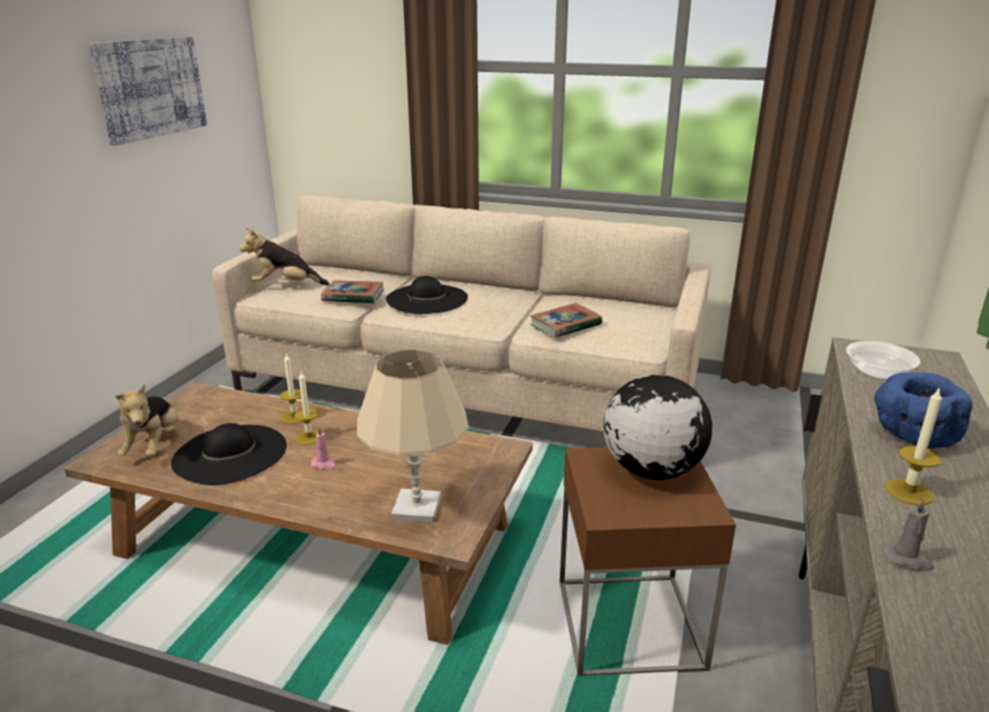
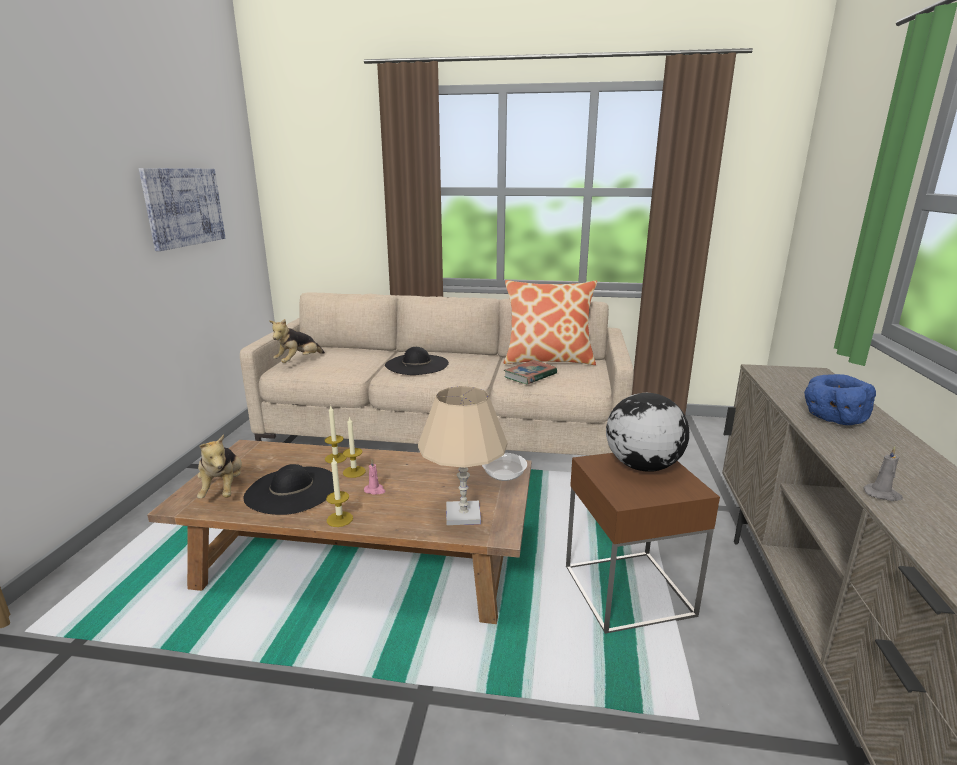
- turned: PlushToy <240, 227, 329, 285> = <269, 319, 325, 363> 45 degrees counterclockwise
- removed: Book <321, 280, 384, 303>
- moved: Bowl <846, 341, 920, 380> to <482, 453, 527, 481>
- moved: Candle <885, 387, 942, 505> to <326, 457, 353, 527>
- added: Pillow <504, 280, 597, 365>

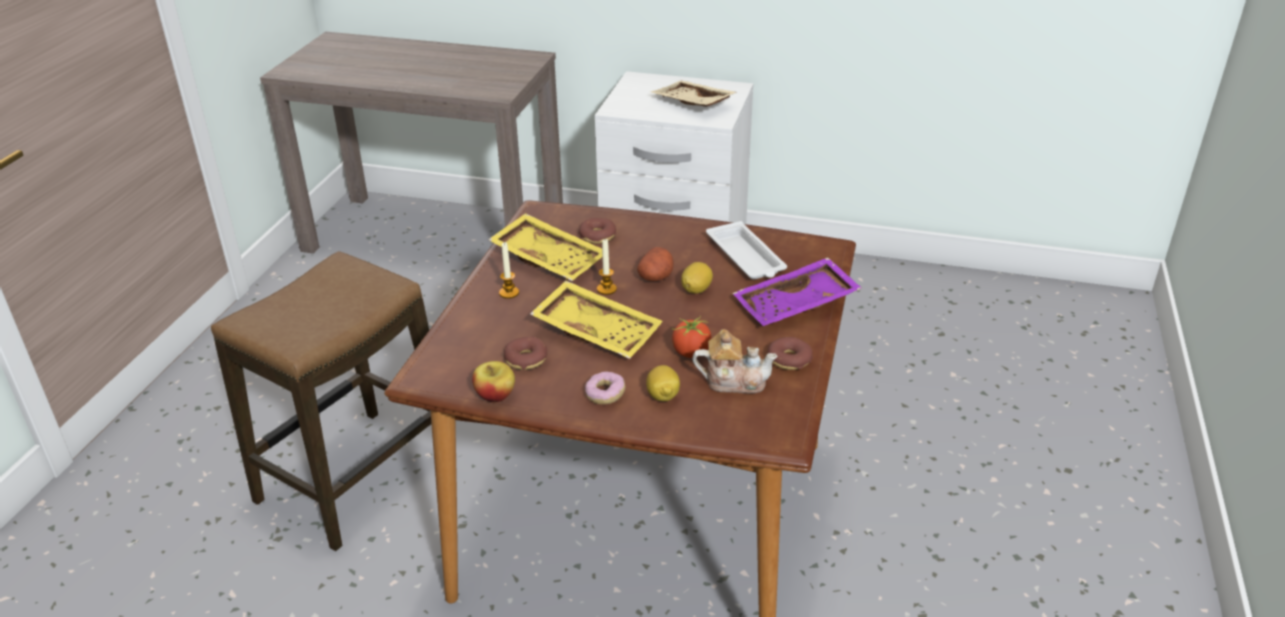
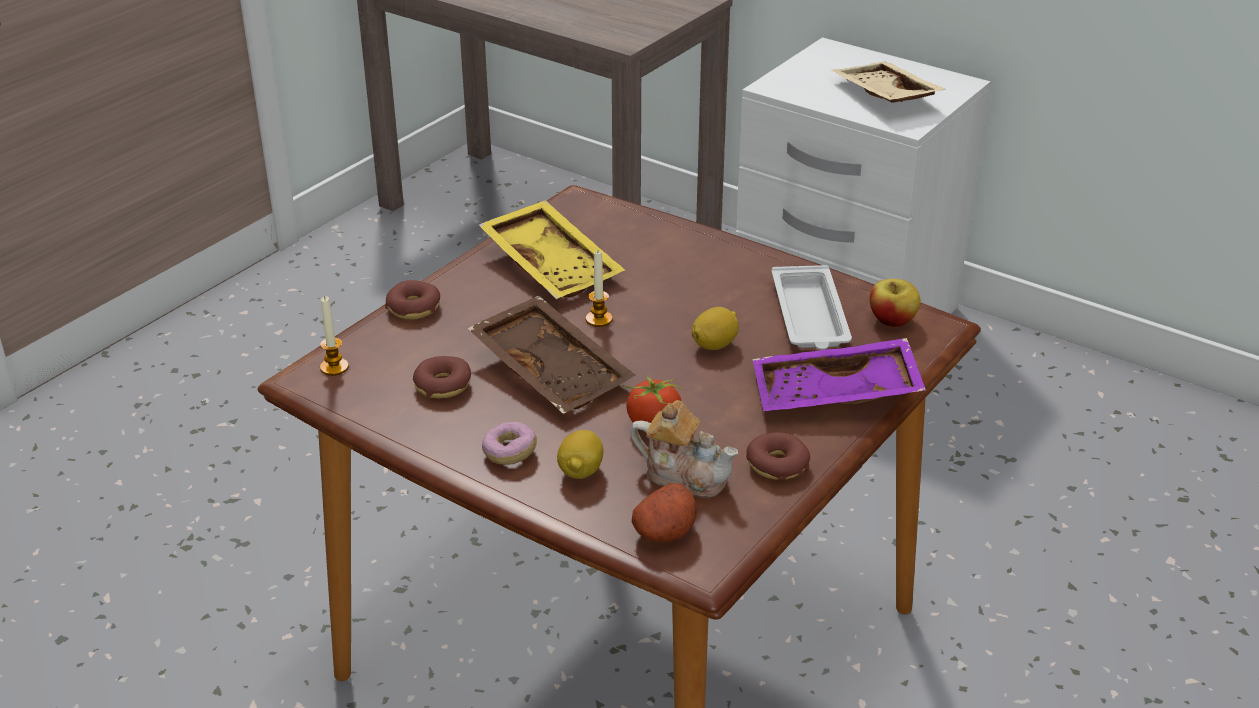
- moved: Donut <578, 218, 616, 244> to <385, 280, 440, 320>
- moved: Candle <499, 242, 519, 299> to <320, 296, 349, 376>
- moved: Potato <637, 247, 674, 281> to <632, 483, 698, 542>
- removed: Stool <211, 251, 431, 551>
- recoloured: YellowTray <530, 280, 663, 359> to BrownTray <467, 296, 636, 414>
- moved: Apple <472, 361, 515, 402> to <870, 279, 921, 327>

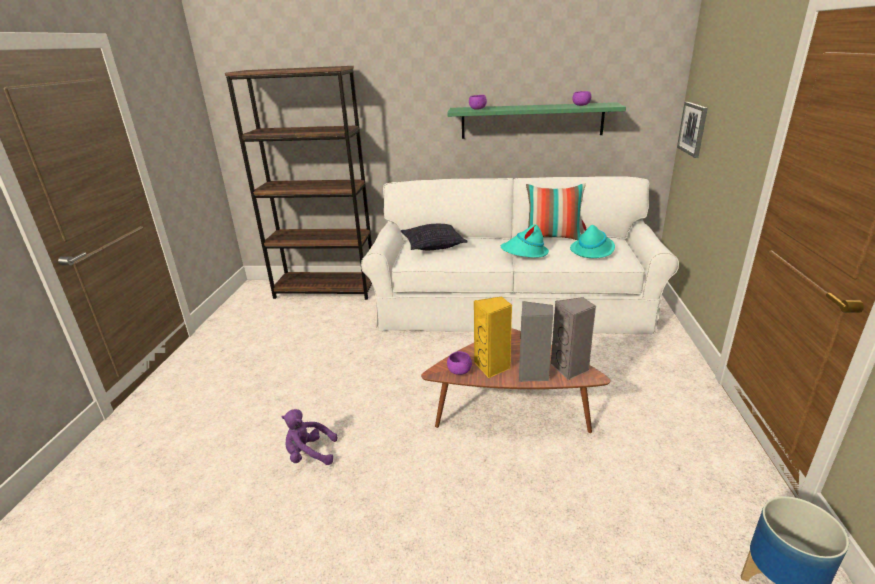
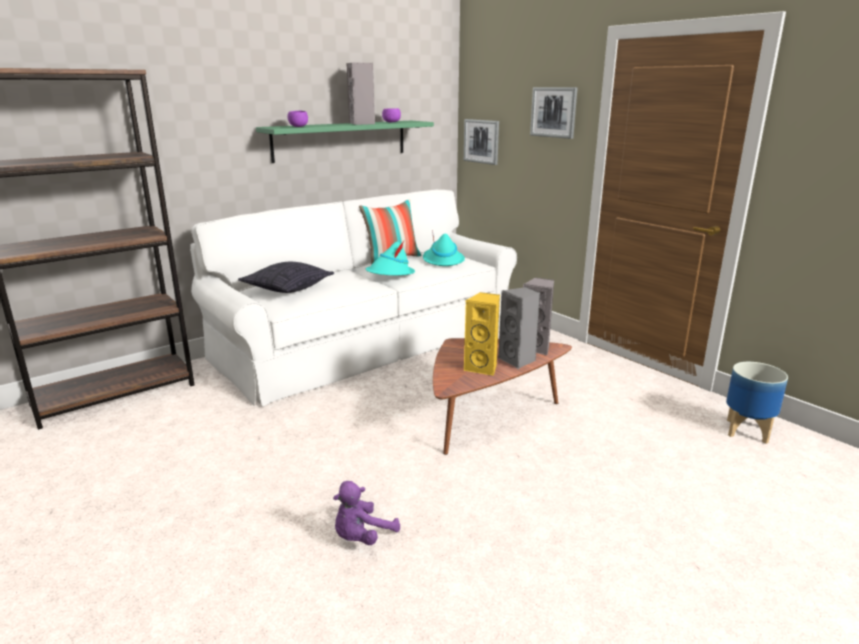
- removed: PurpleBowl <447, 351, 472, 375>
- added: GreySpeaker <347, 62, 375, 125>
- added: Picture <530, 87, 578, 139>

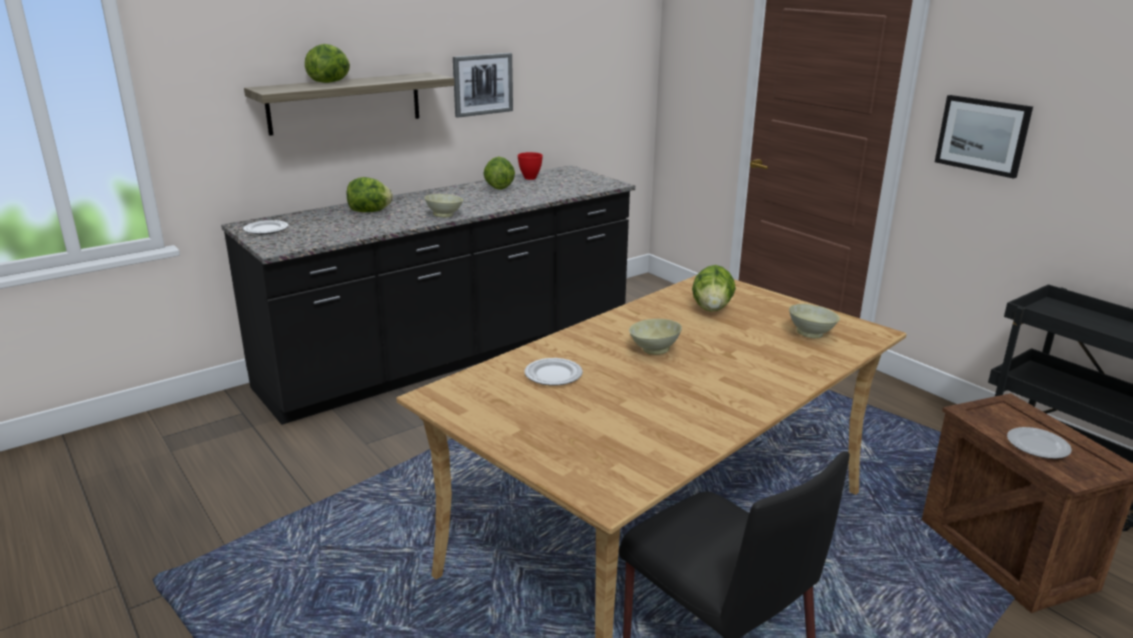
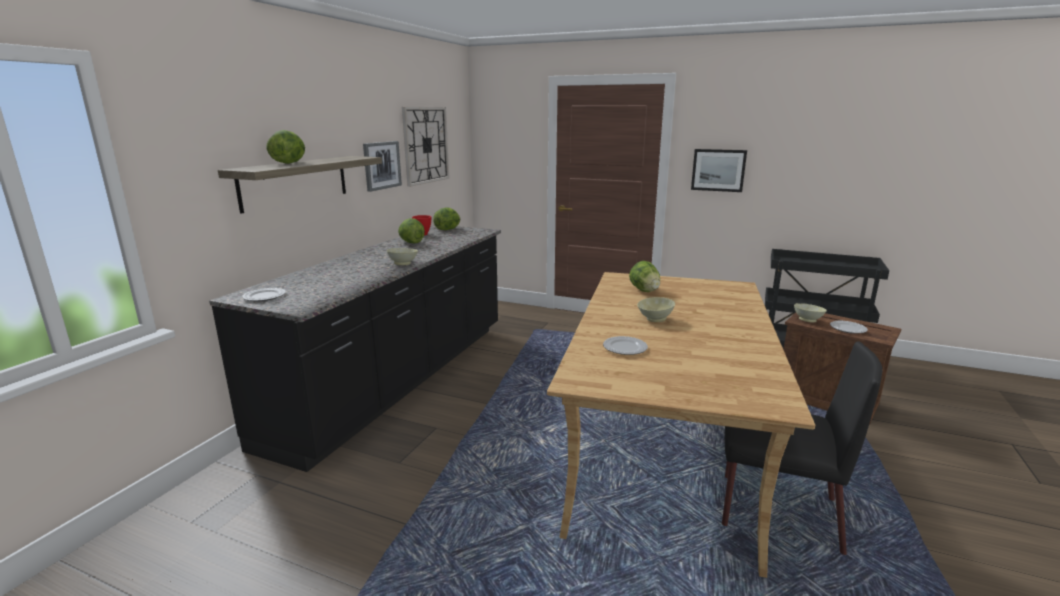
- moved: Lettuce <347, 177, 393, 212> to <433, 207, 460, 230>
- moved: BeigeBowl <789, 304, 840, 338> to <794, 303, 827, 323>
- added: WallClock <402, 107, 449, 187>

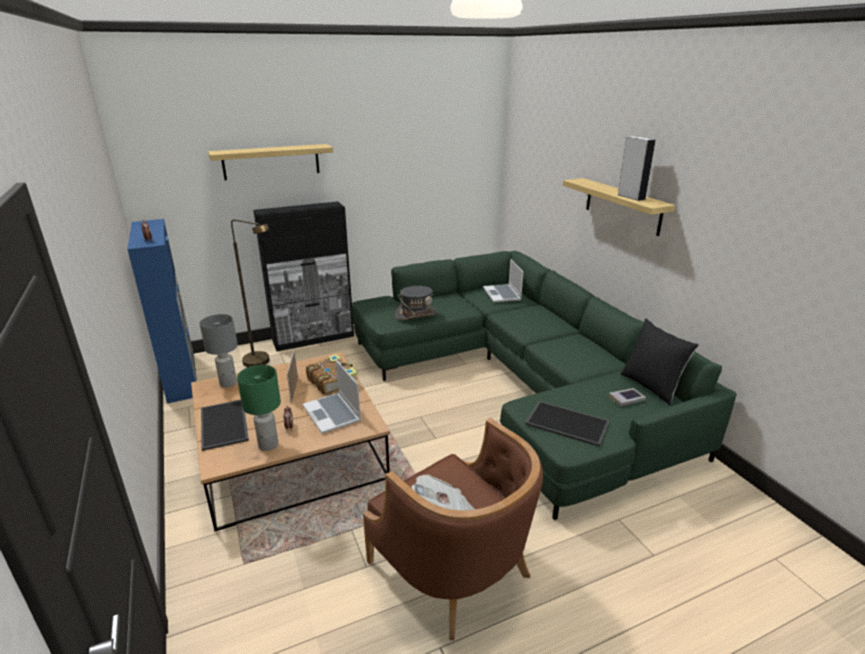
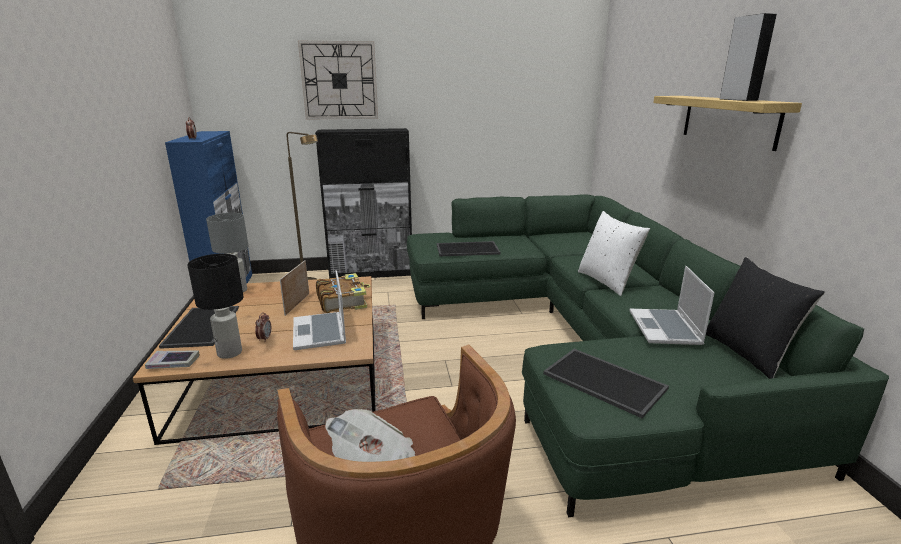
- replaced: Shelf <208, 144, 333, 180> to WallClock <298, 41, 378, 120>
- moved: Laptop <483, 259, 523, 303> to <629, 266, 715, 345>
- replaced: GreyHat <395, 286, 438, 320> to Tray <437, 241, 501, 256>
- recoloured: GreenTableLamp <237, 365, 281, 451> to BlackTableLamp <187, 254, 244, 359>
- moved: Book <609, 388, 646, 406> to <145, 350, 200, 369>
- added: WhitePillow <578, 211, 650, 296>

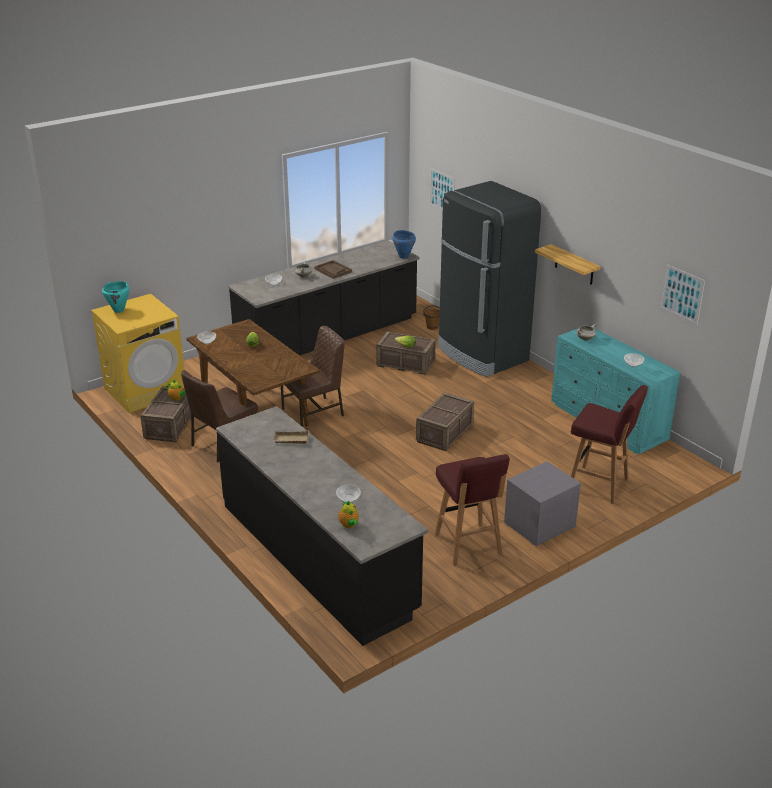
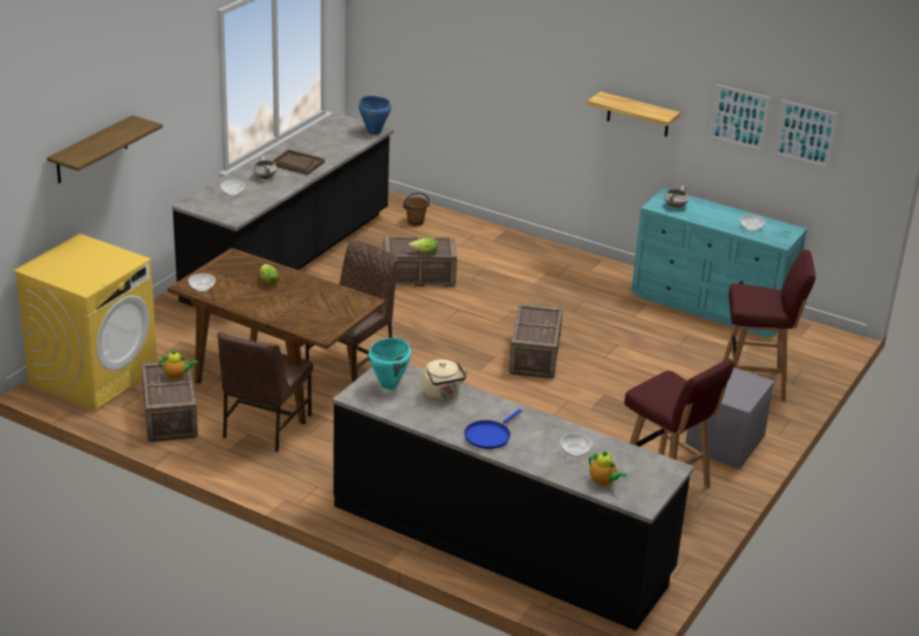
- moved: Picture <430, 168, 455, 210> to <709, 84, 771, 151>
- removed: BlackFridge <438, 181, 541, 377>
- moved: TurquoiseCookingPot <102, 281, 130, 313> to <368, 338, 411, 390>
- replaced: BeigeTray <273, 430, 309, 444> to BeigeKettle <423, 359, 468, 401>
- added: Shelf <47, 115, 163, 183>
- added: BlueFryingPan <464, 409, 522, 449>

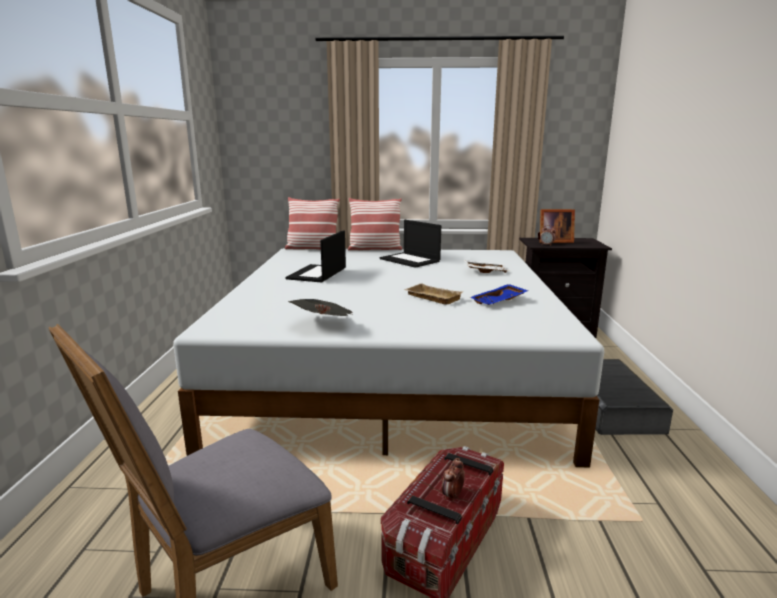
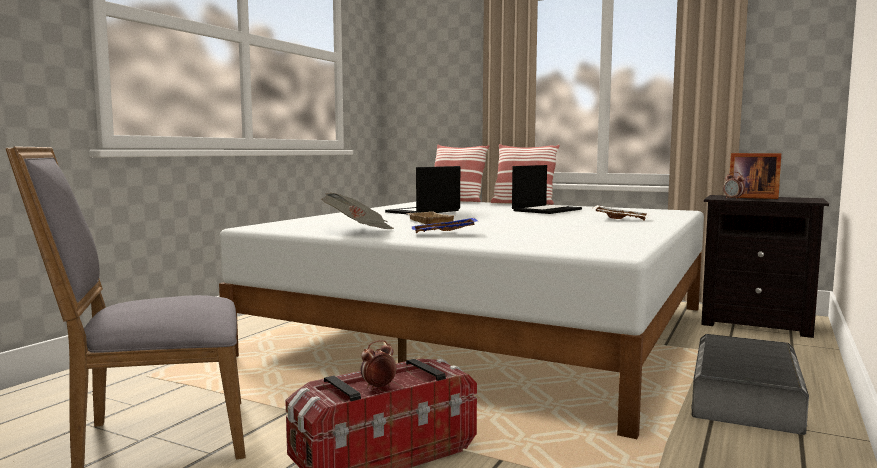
- turned: Laptop <380, 220, 441, 268> = <512, 165, 582, 214> 120 degrees counterclockwise
- moved: BeigeTray <404, 283, 463, 305> to <405, 211, 454, 225>
- moved: BlueTray <470, 284, 528, 305> to <412, 218, 478, 233>

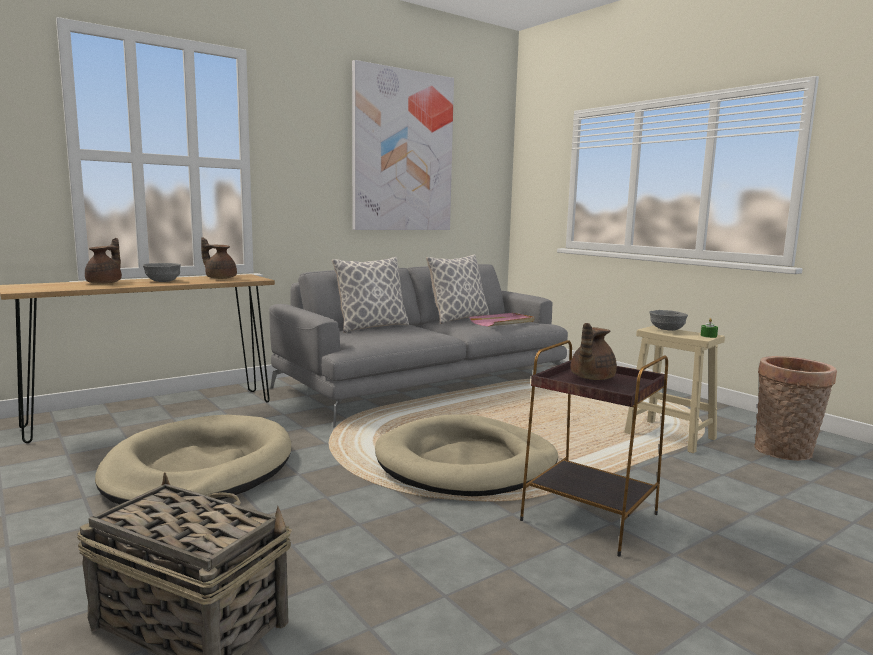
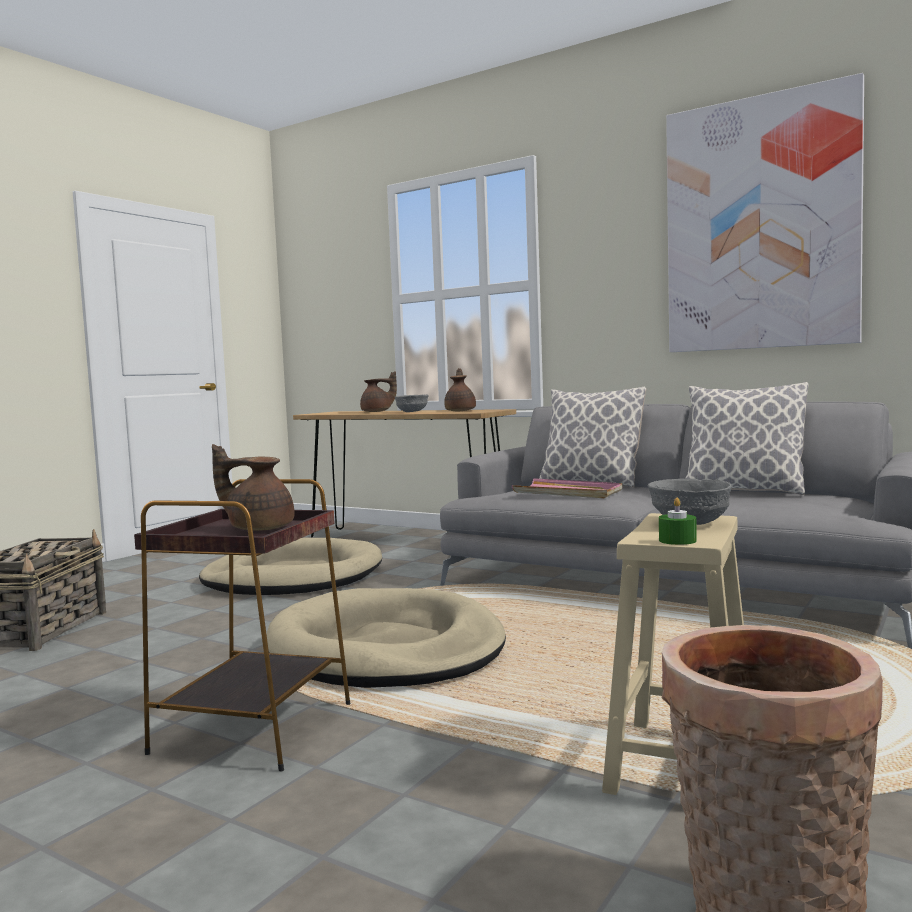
- moved: PinkTray <469, 313, 535, 327> to <512, 478, 622, 498>

